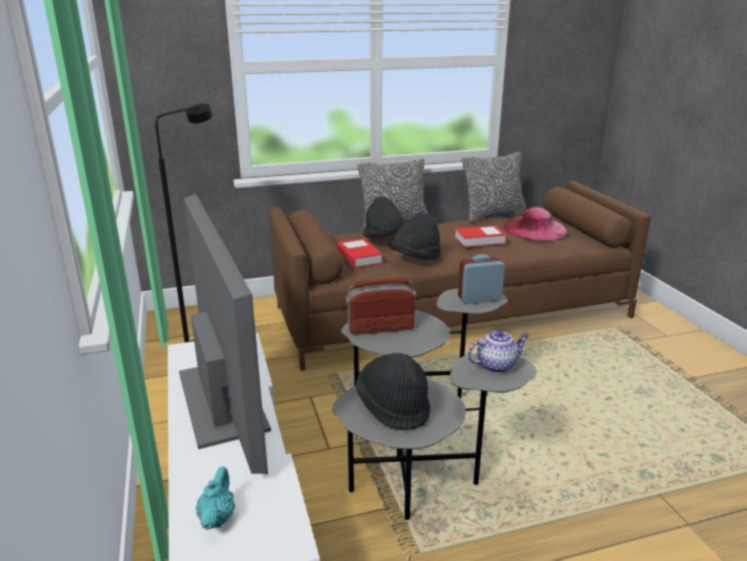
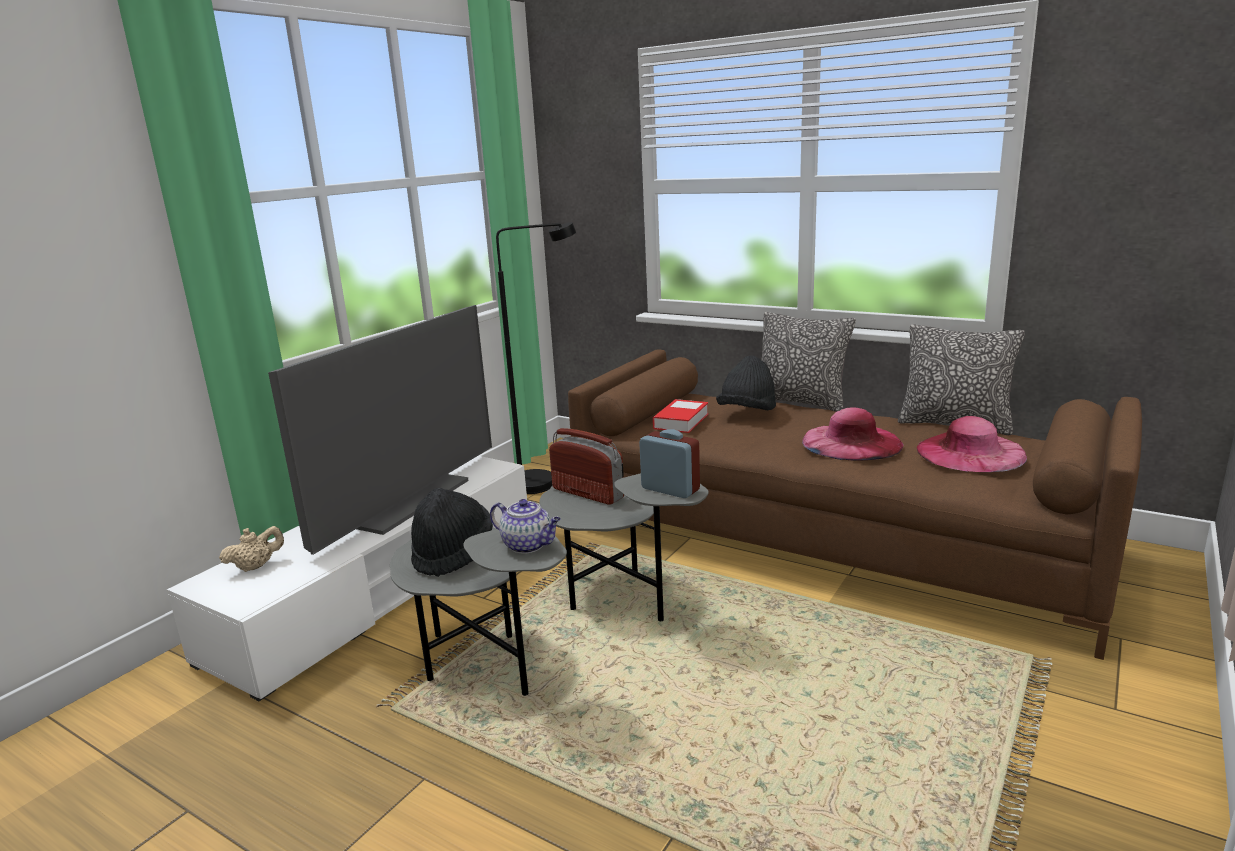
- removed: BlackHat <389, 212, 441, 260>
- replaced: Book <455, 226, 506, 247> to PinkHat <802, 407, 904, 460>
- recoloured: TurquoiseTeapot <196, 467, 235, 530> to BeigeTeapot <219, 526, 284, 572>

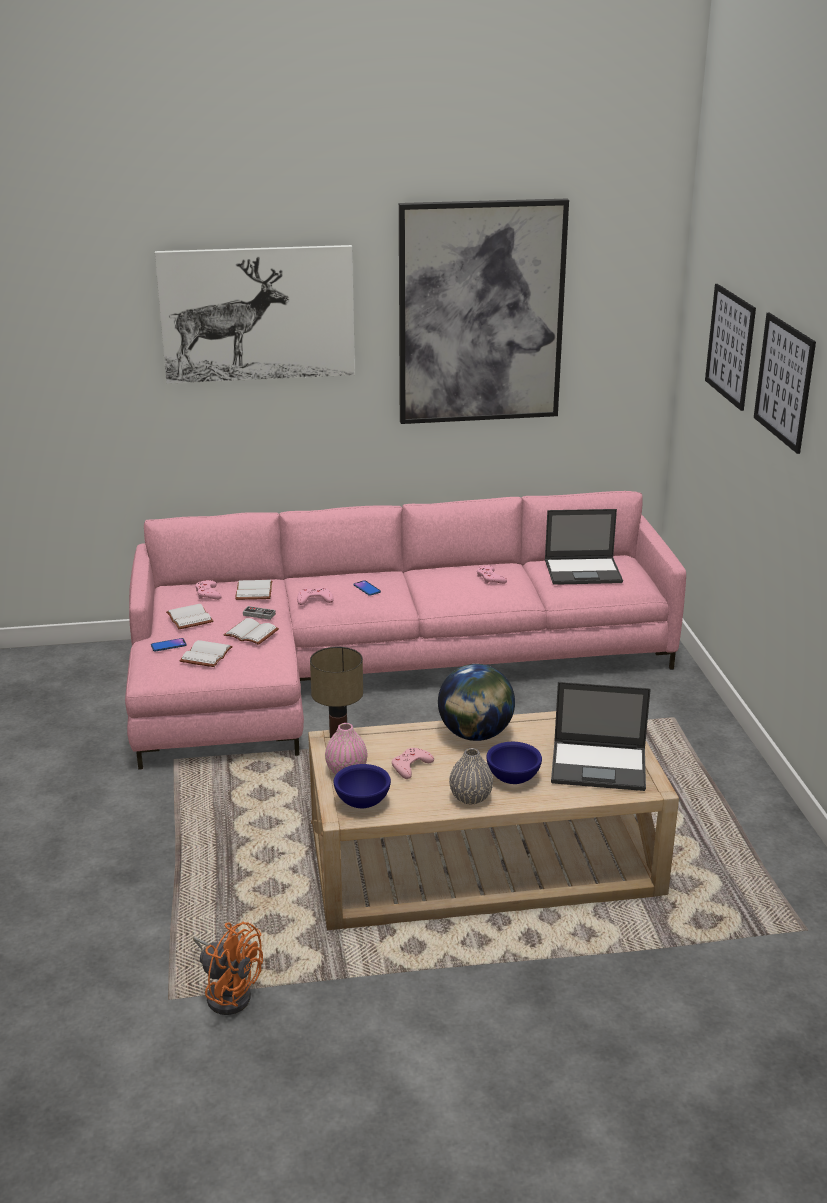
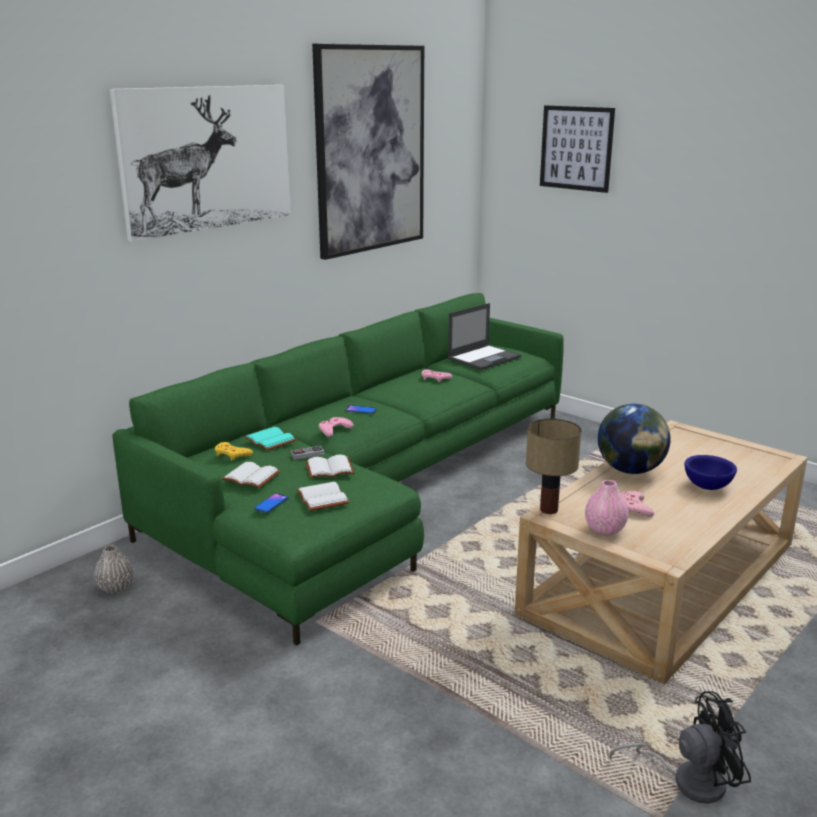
- removed: Picture <754, 313, 816, 454>
- recoloured: PinkSofa <125, 491, 686, 770> to GreenSofa <112, 293, 564, 646>
- recoloured: PinkGameController <195, 580, 222, 600> to YellowGameController <215, 442, 253, 461>
- recoloured: WhiteBook <235, 580, 272, 600> to TurquoiseBook <244, 427, 297, 450>
- removed: Laptop <551, 682, 651, 791>
- moved: GreyVase <449, 748, 493, 805> to <94, 545, 134, 594>
- removed: BlueBowl <333, 764, 391, 808>
- recoloured: OrangeFan <193, 922, 263, 1015> to BlackFan <609, 691, 751, 804>

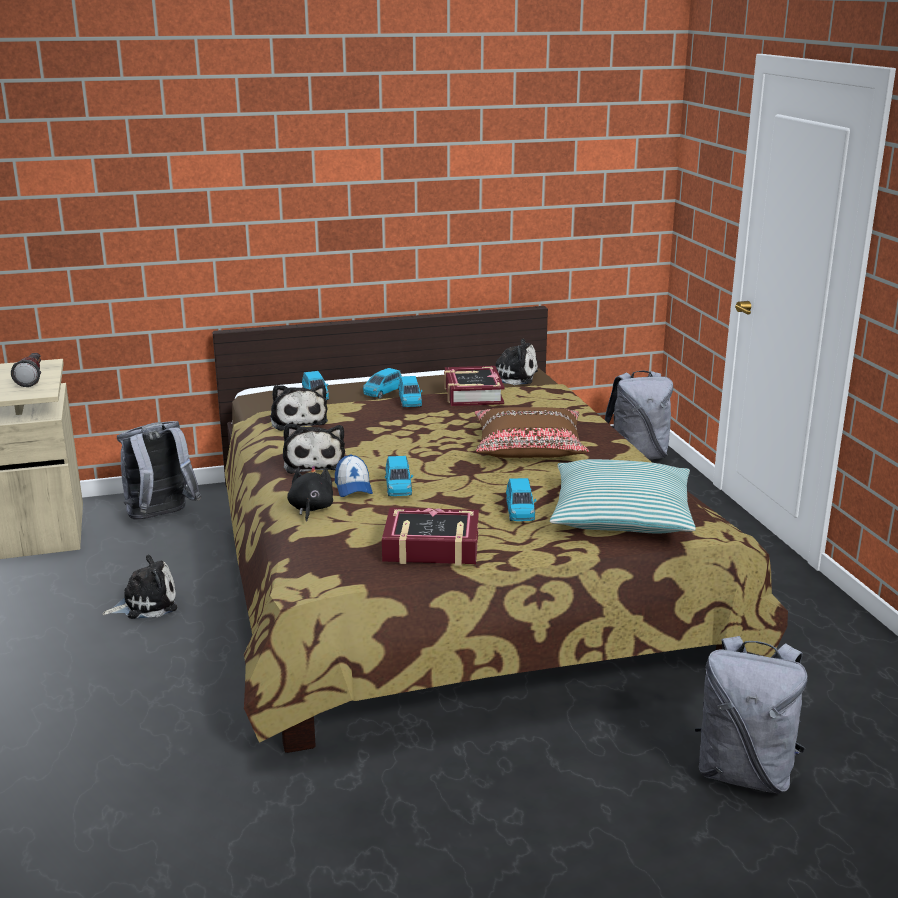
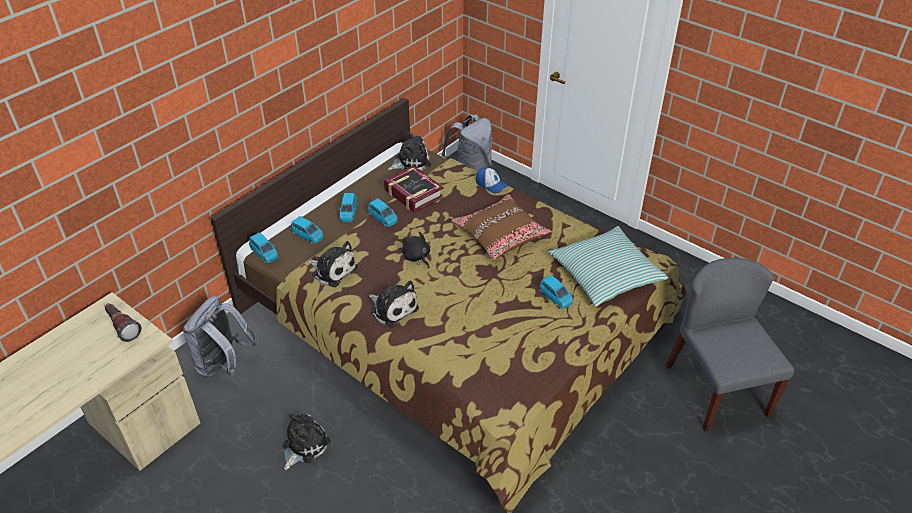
- moved: Cap <335, 454, 373, 497> to <476, 167, 508, 194>
- moved: BlueToyCar <385, 456, 413, 496> to <249, 232, 278, 263>
- moved: BlackPlushToy <287, 466, 333, 522> to <402, 231, 430, 268>
- removed: Book <382, 508, 479, 566>
- replaced: GreyBackpack <695, 636, 808, 793> to GreyChair <666, 258, 794, 431>

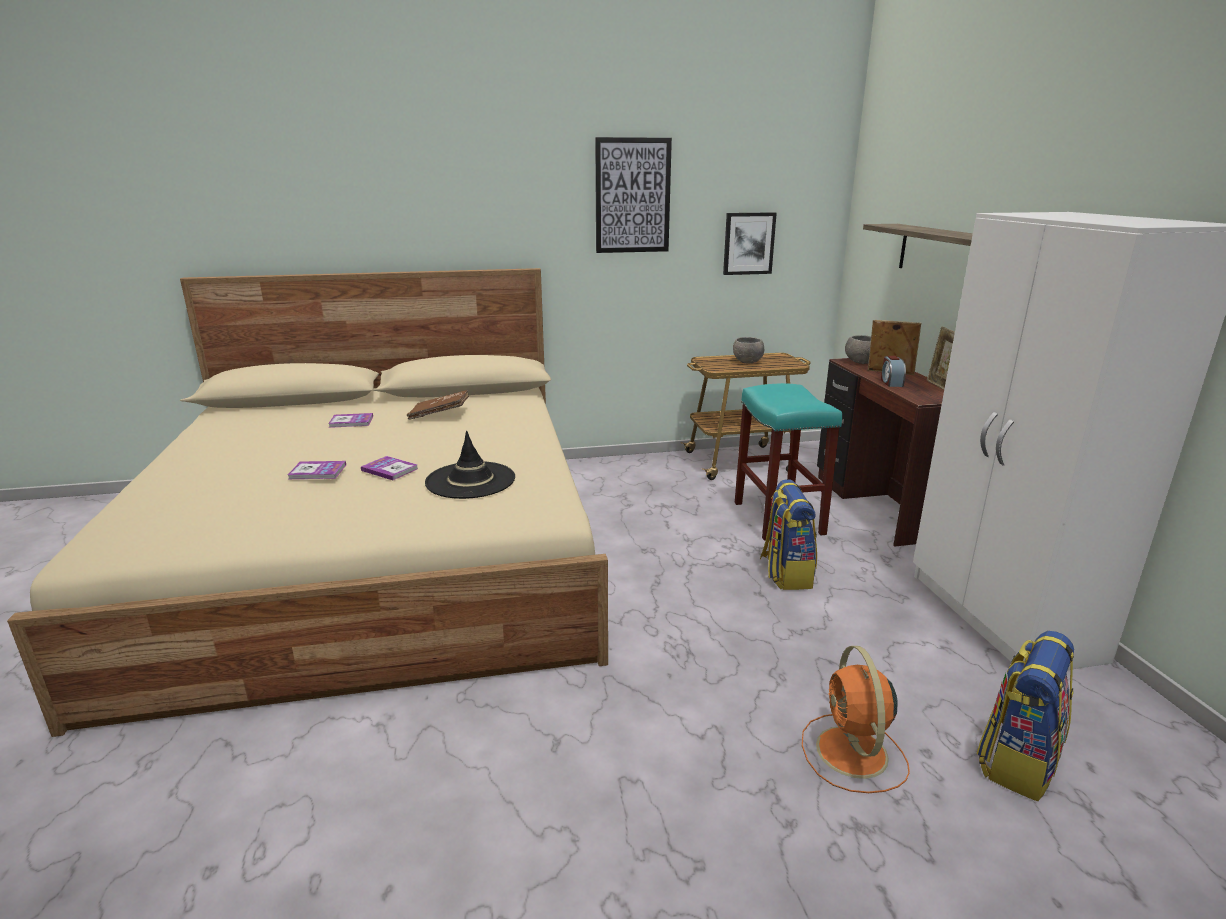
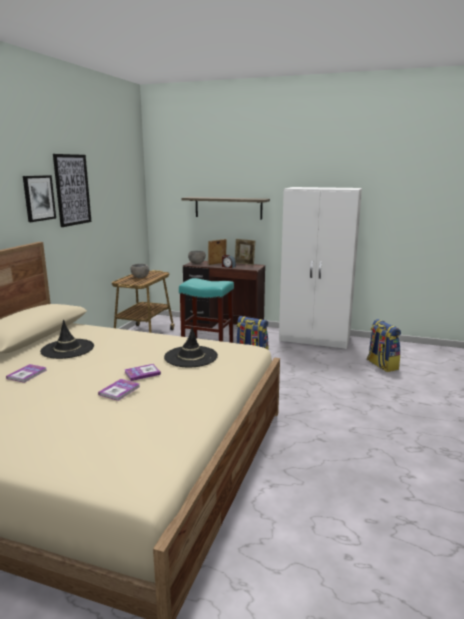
- moved: Picture <723, 212, 777, 275> to <23, 175, 56, 222>
- replaced: BrownBook <407, 390, 469, 420> to BlackHat <40, 319, 94, 359>
- removed: OrangeFan <802, 646, 910, 793>

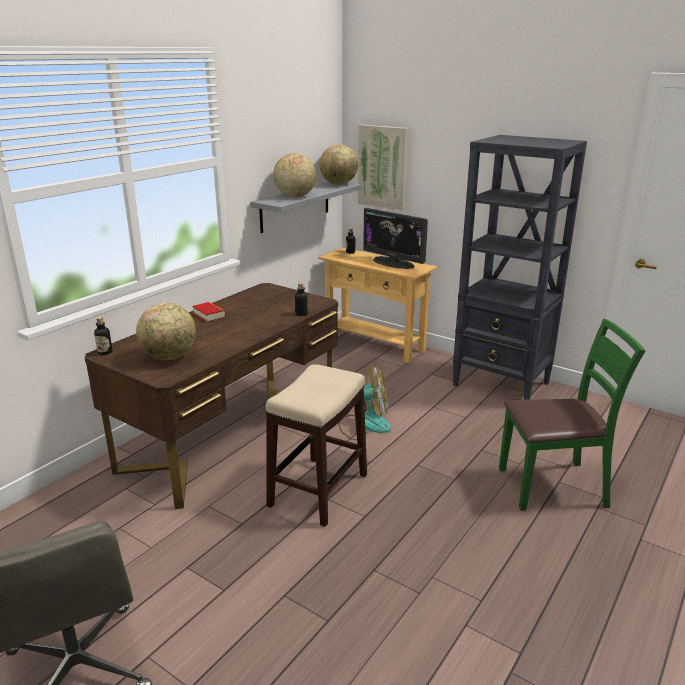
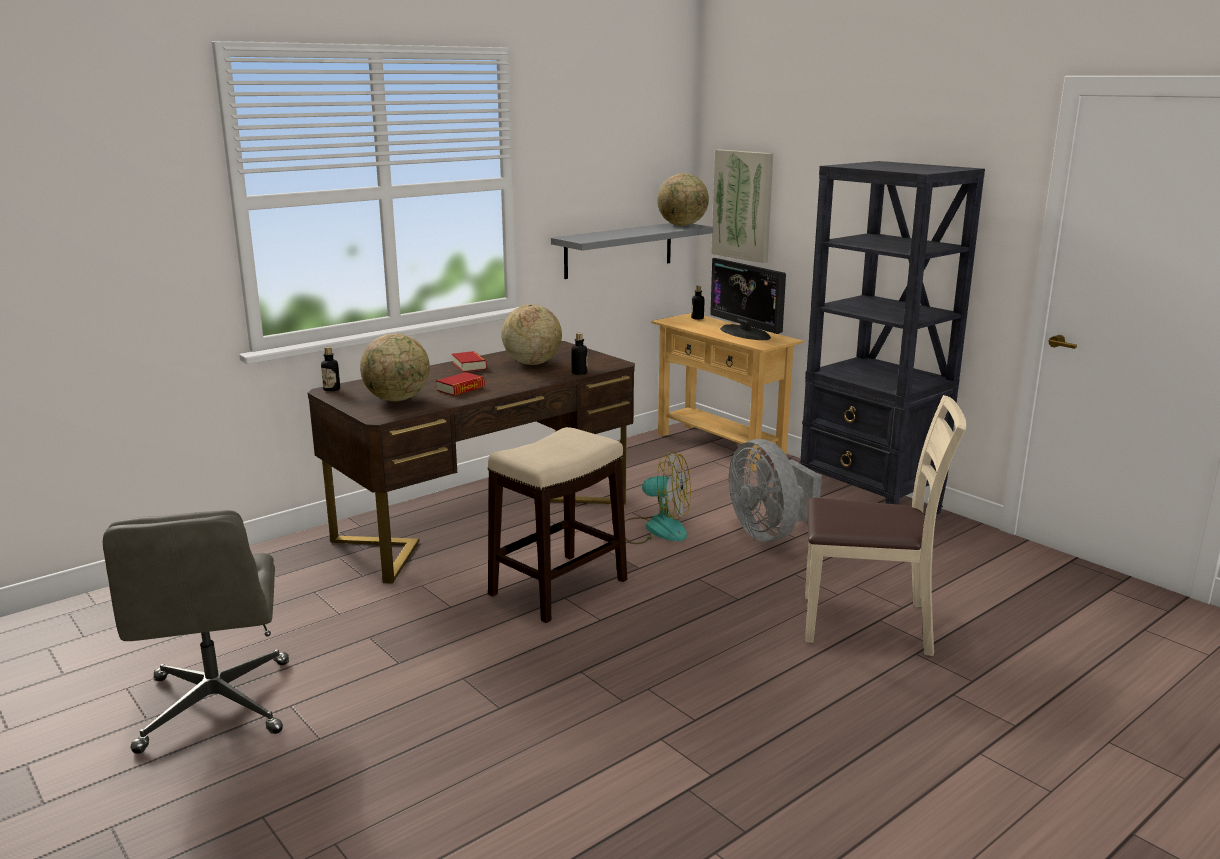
- moved: Globe <273, 153, 316, 197> to <501, 304, 562, 365>
- recoloured: GreenChair <499, 319, 645, 511> to BeigeChair <805, 395, 967, 656>
- added: Book <436, 372, 485, 396>
- added: GreyFan <729, 439, 822, 542>

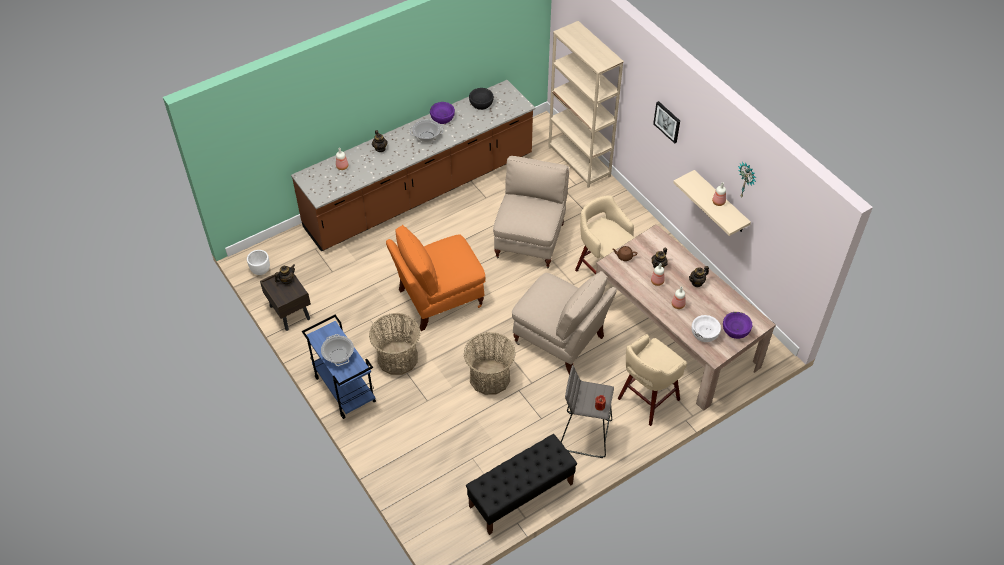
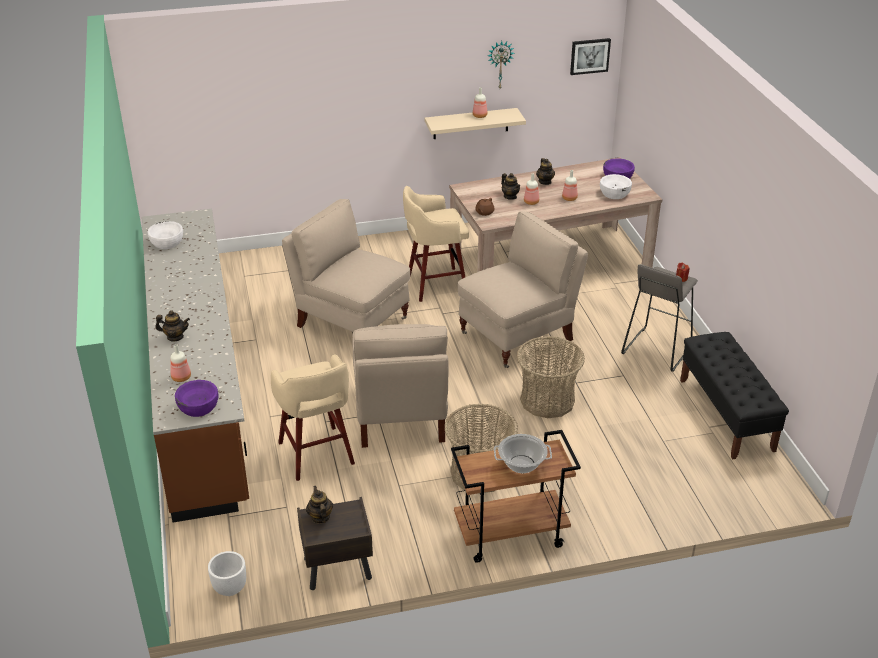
- removed: BeigeBookcase <548, 21, 624, 188>
- recoloured: BlackBowl <469, 88, 494, 110> to WhiteBowl <147, 221, 183, 249>
- moved: Picture <653, 101, 680, 144> to <570, 38, 611, 75>
- moved: PurpleBowl <430, 102, 455, 124> to <175, 380, 219, 417>
- removed: CookingPot <410, 119, 443, 142>
- recoloured: OrangeChair <386, 225, 485, 331> to BeigeChair <352, 324, 449, 448>
- recoloured: BlueCart <302, 315, 376, 419> to BrownCart <451, 430, 581, 563>
- moved: BeigeStool <618, 334, 687, 426> to <271, 354, 355, 481>

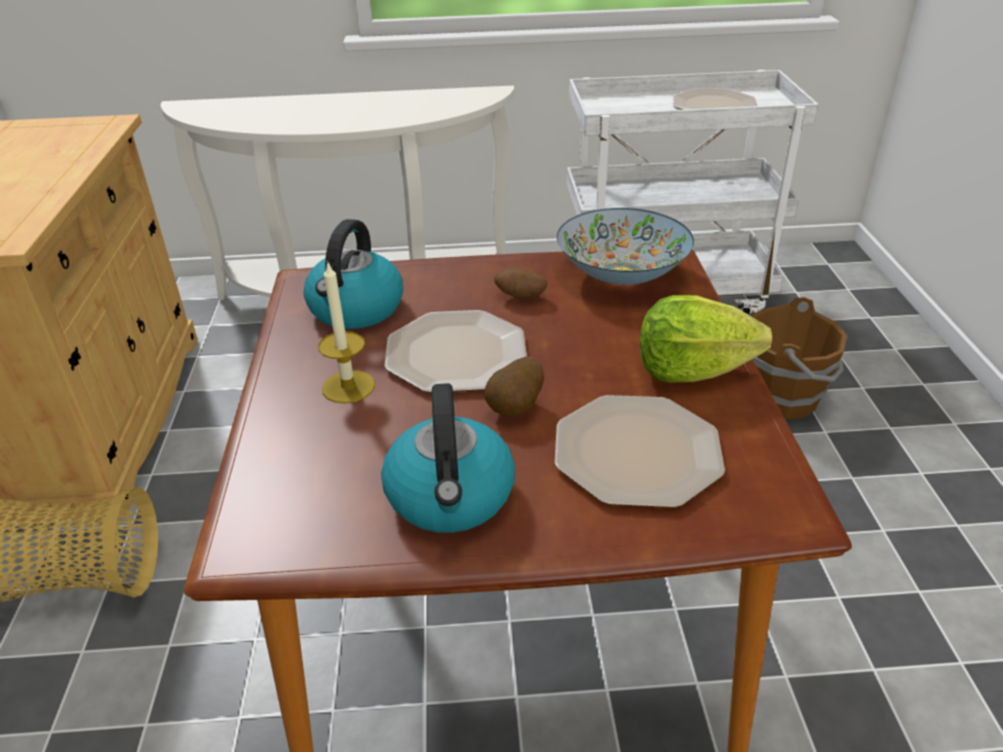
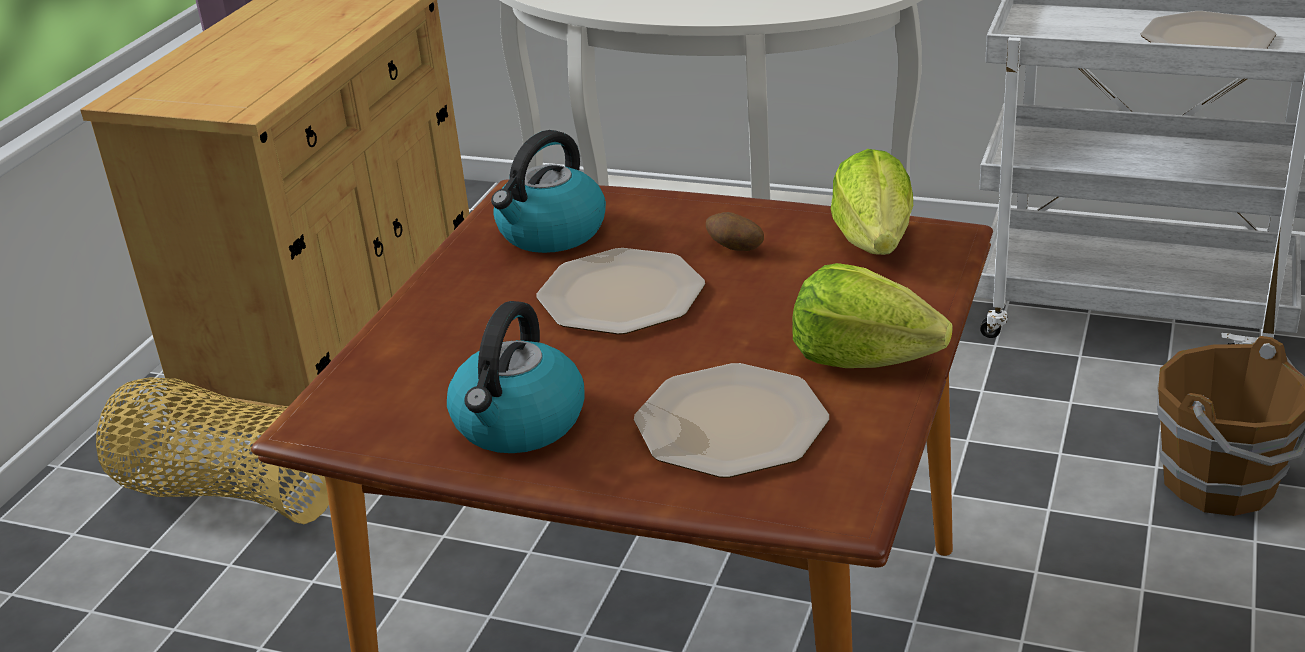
- replaced: Bowl <557, 208, 694, 285> to Lettuce <831, 149, 913, 255>
- removed: Candle <318, 261, 375, 404>
- removed: Potato <484, 356, 544, 417>

